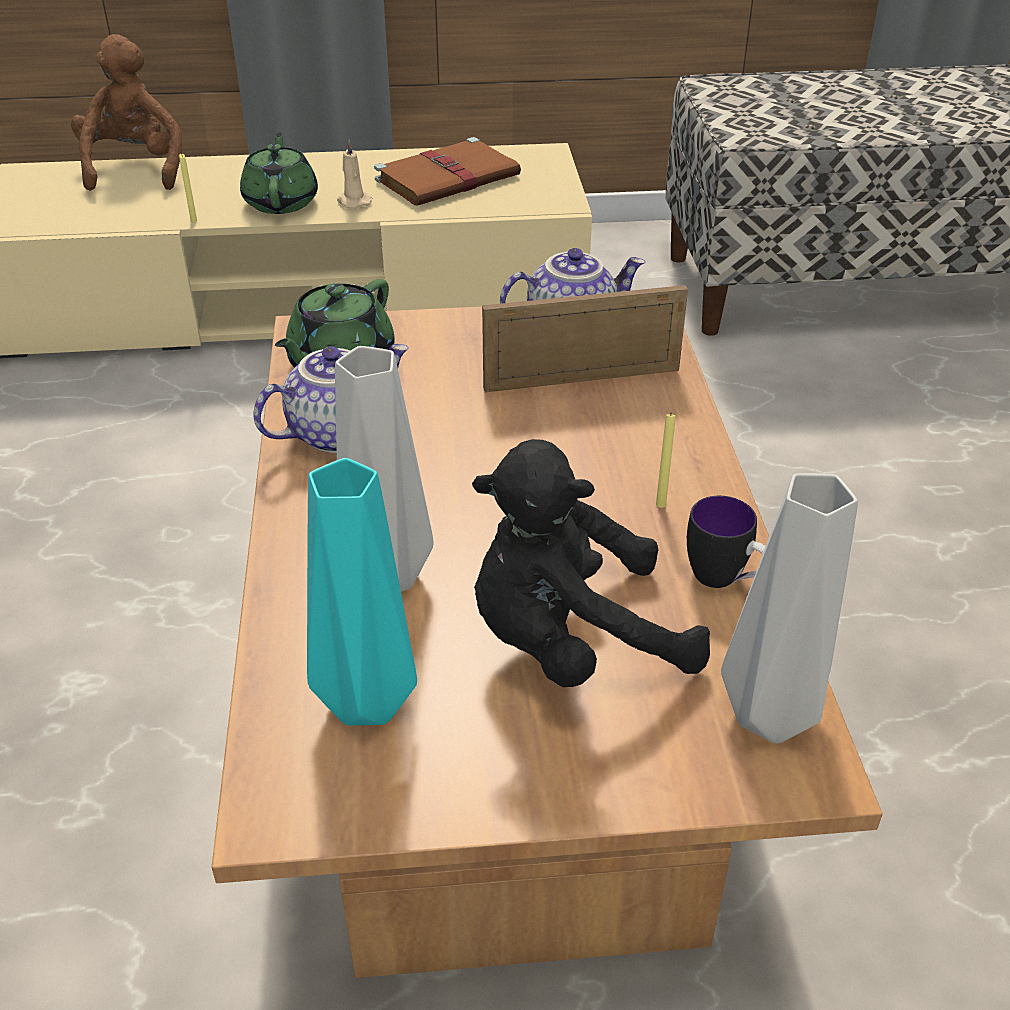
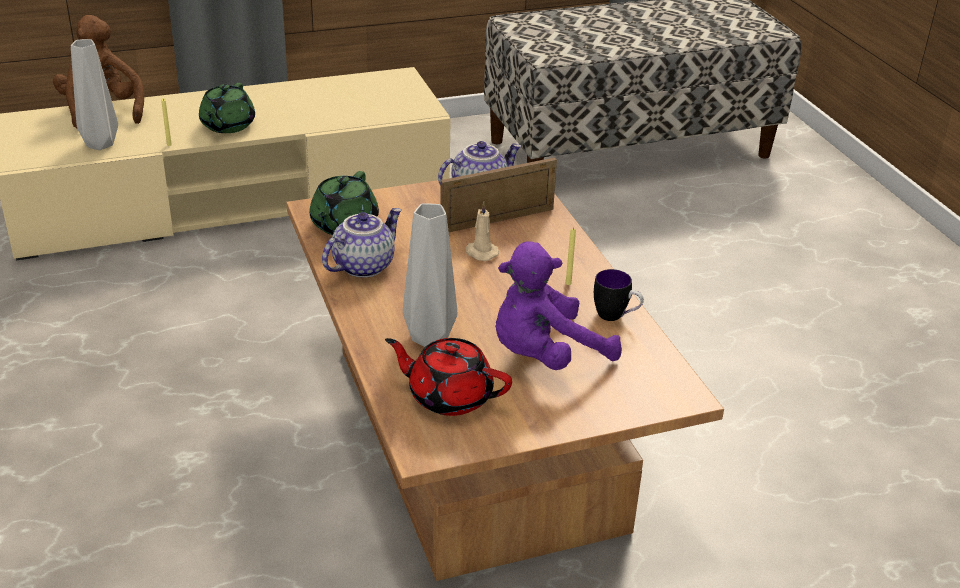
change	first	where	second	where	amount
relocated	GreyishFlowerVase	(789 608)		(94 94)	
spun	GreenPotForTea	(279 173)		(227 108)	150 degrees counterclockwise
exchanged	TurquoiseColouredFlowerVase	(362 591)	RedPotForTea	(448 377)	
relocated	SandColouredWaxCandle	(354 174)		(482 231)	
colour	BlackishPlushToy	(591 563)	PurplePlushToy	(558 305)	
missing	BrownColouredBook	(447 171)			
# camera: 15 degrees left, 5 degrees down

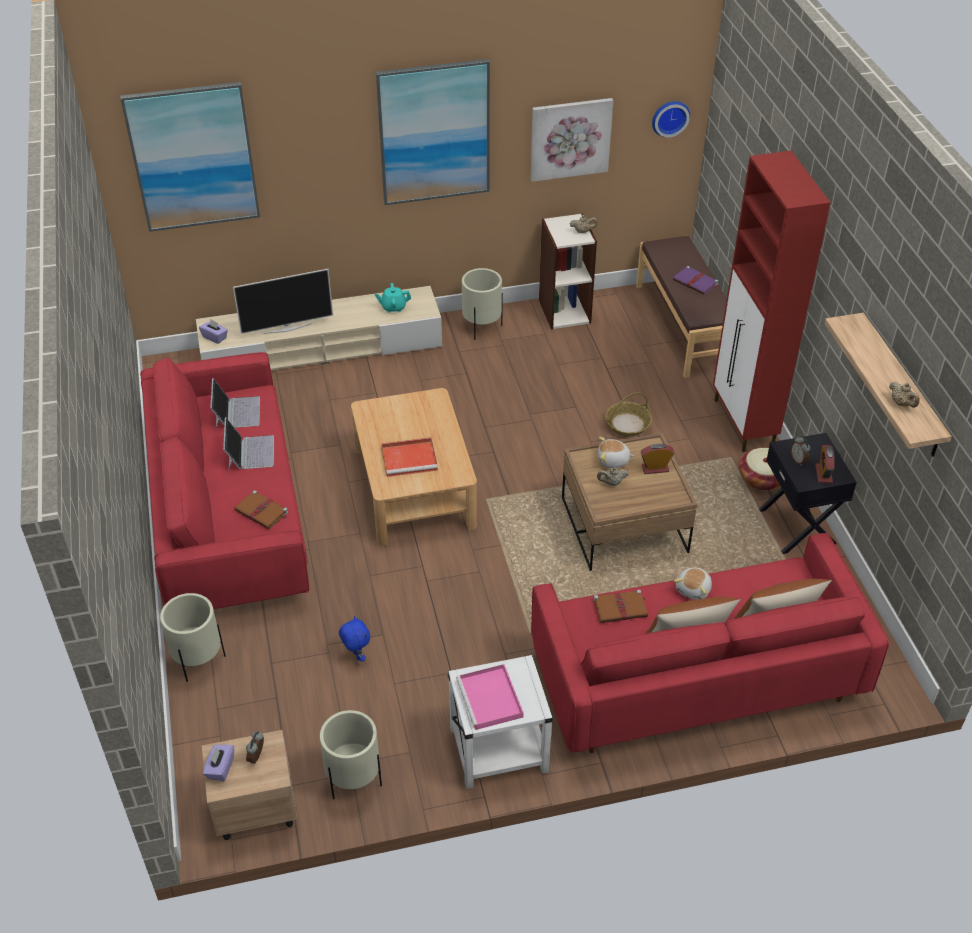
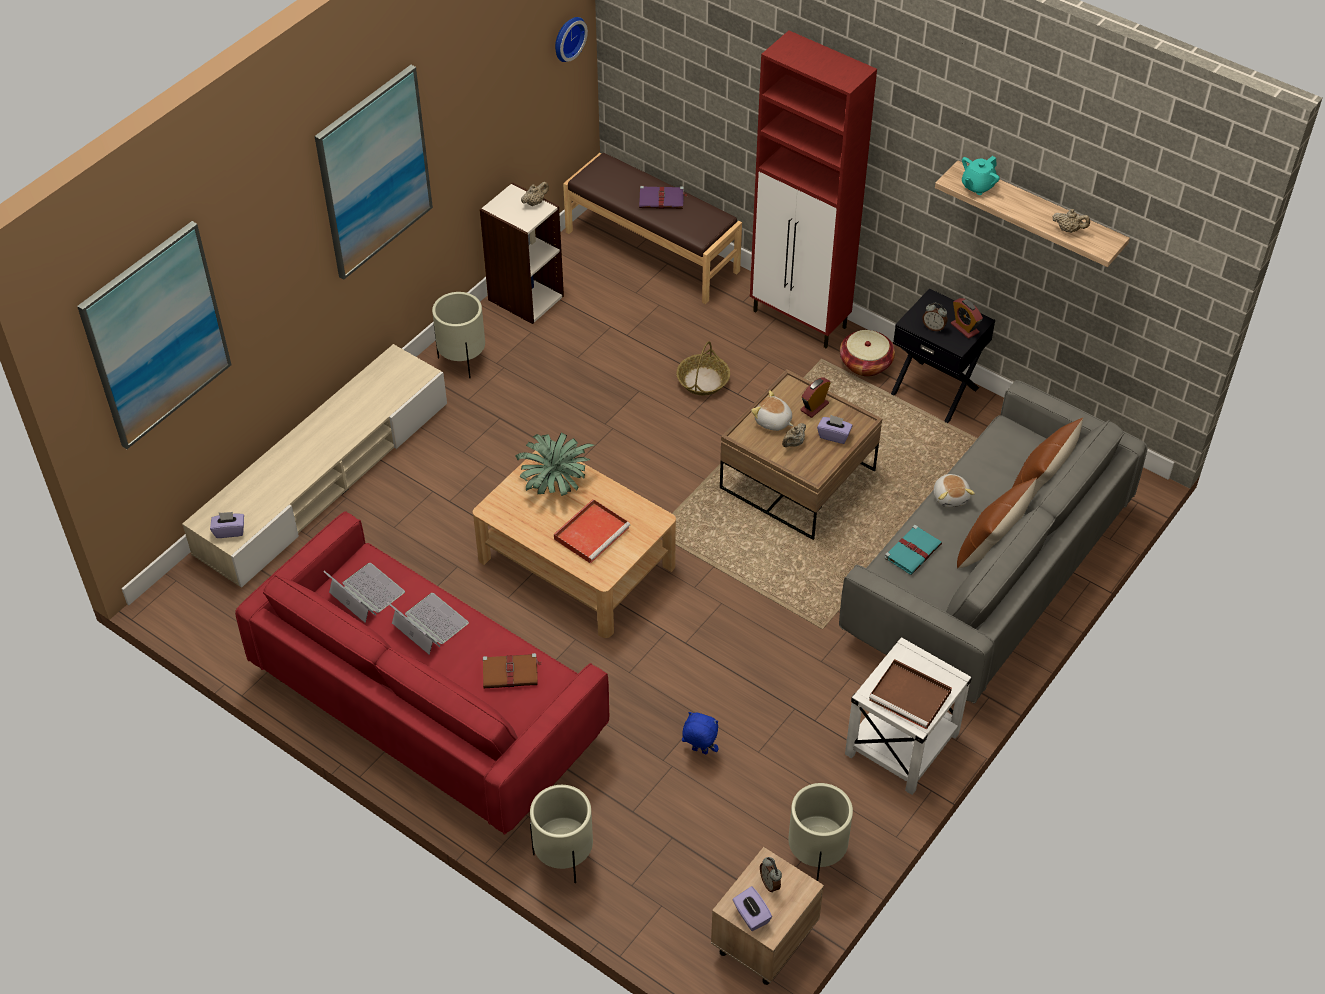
change	first	where	second	where	amount
appeared			PlantInAPot	(554 464)	
spun	PlushToy	(616 452)		(772 410)	75 degrees clockwise
appeared			PurpleTissueBox	(835 429)	
colour	RedSofa	(710 643)	GreyishSofa	(993 541)	
colour	PinkishServingTray	(490 697)	BrownColouredServingTray	(910 694)	
colour	BrownColouredBook	(621 606)	TurquoiseColouredBook	(913 550)	
relocated	TurquoiseColouredPotForTea	(393 298)		(981 175)	
missing	TvSet	(283 301)			
missing	WallArt	(572 140)			
# camera: 40 degrees left, 5 degrees up

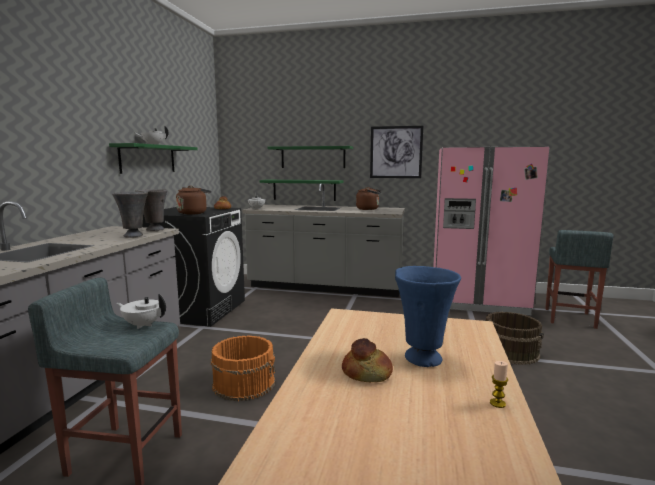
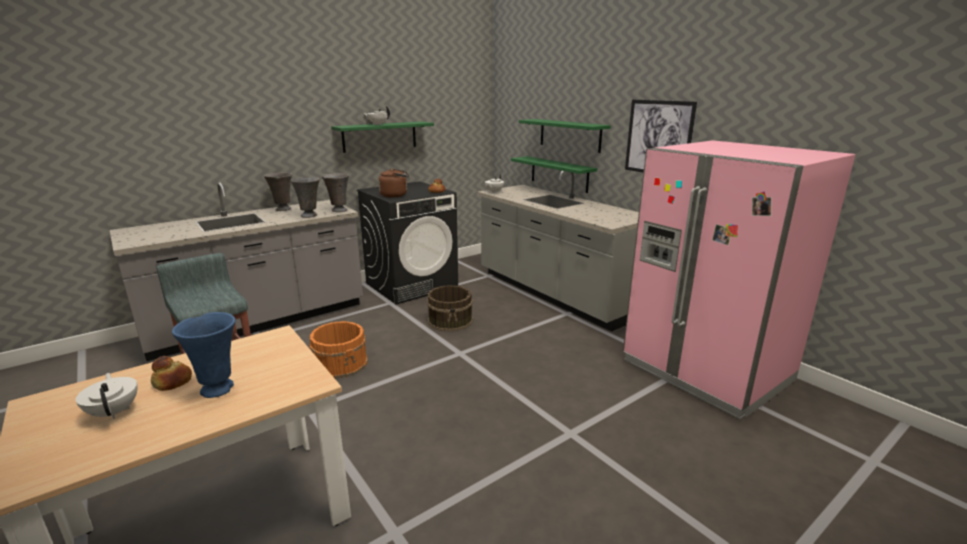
change	first	where	second	where	amount
relocated	WhitishPotForTea	(141 311)		(107 396)	
appeared			GreyishFlowerVase	(278 191)	
relocated	BrownColouredPail	(515 338)		(450 308)	
missing	BrownColouredKettle	(369 198)			
missing	WaxCandle	(499 384)			
missing	GreyishStoolSeat	(579 279)			
# camera: 40 degrees right, 10 degrees up

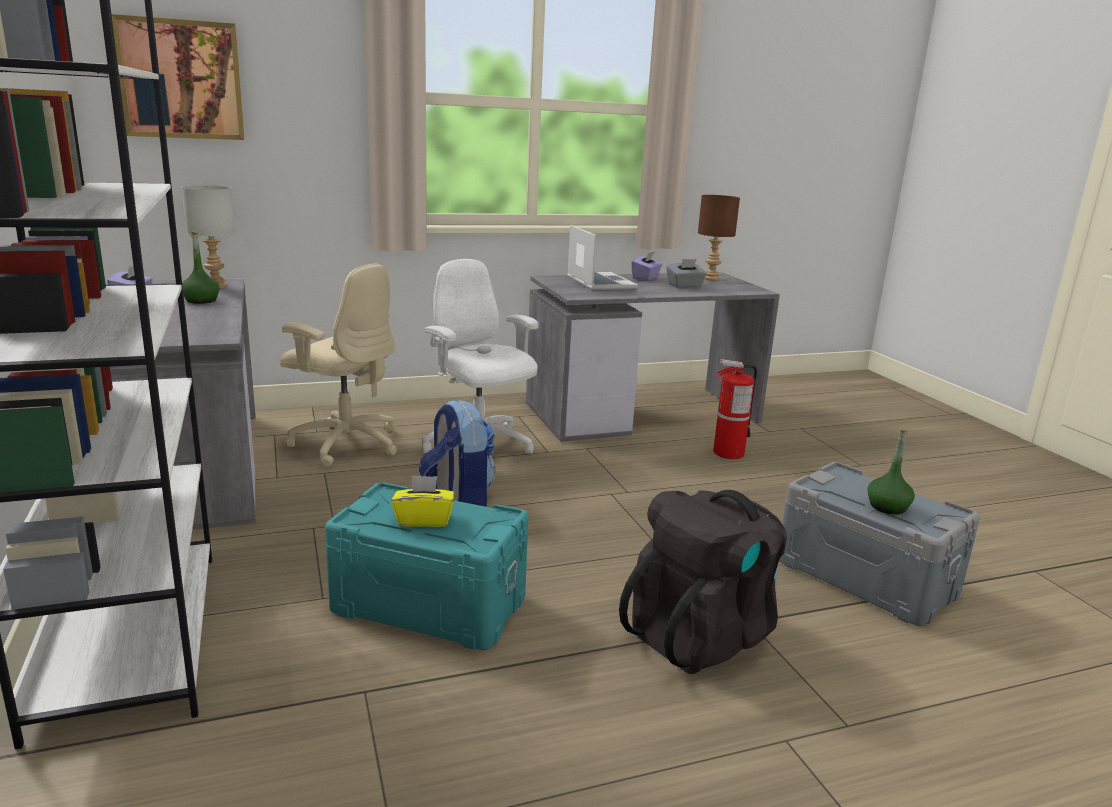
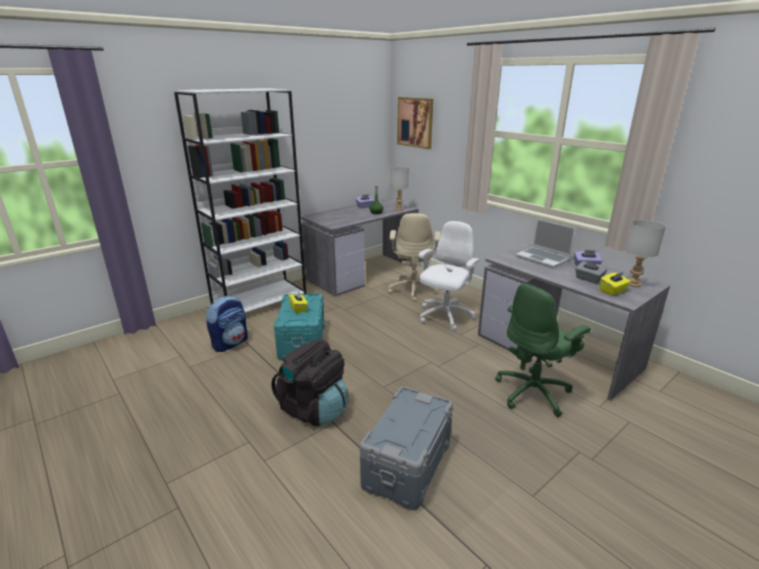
change	first	where	second	where	amount
relocated	Rucksack	(457 453)		(227 324)	
exchanged	FireExtinguisher	(735 409)	GreenDeskChair	(543 350)	
spun	NotebookComputer	(602 257)		(546 243)	90 degrees clockwise
appeared			YellowColouredTissueBox	(615 283)	
colour	BrownColouredTabletopLamp	(719 238)	GreyishTabletopLamp	(645 253)	
missing	GreenBottle	(891 471)			
# camera: 70 degrees right, 5 degrees up

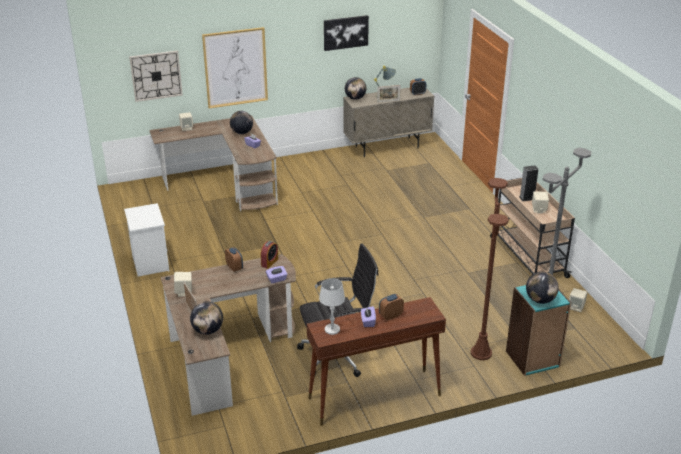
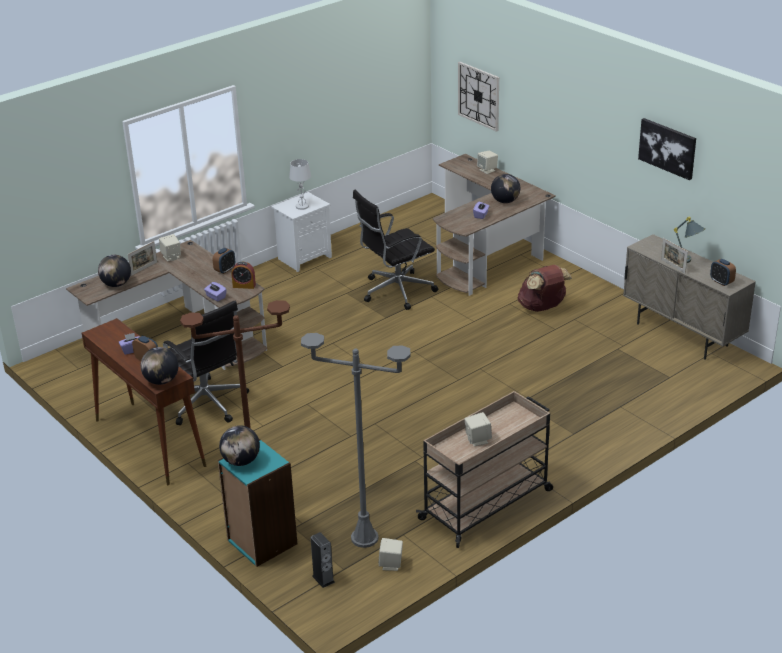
change	first	where	second	where	amount
relocated	DeskGlobe	(356 88)		(159 366)	
relocated	WhitishTabletopLamp	(332 306)		(300 184)	
relocated	Loudspeaker	(528 183)		(323 560)	
appeared			BlackishDeskChair	(395 250)	
appeared			BrownColouredRucksack	(544 288)	
missing	WallArt	(235 68)			
# camera: 70 degrees right, 0 degrees up

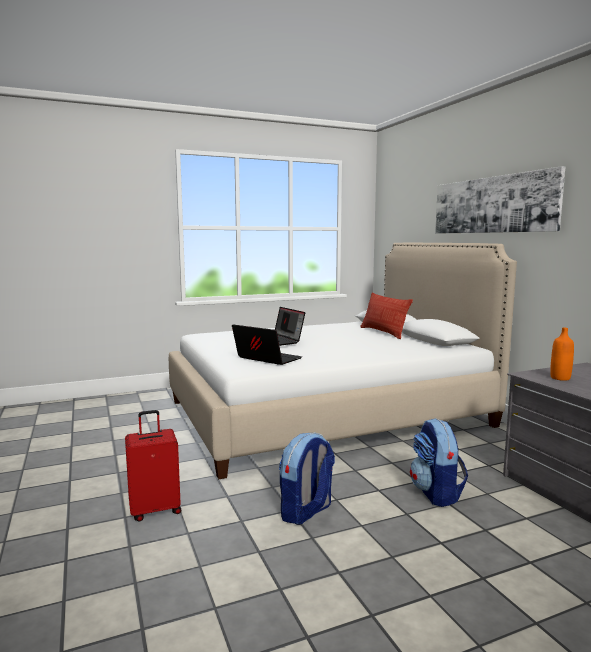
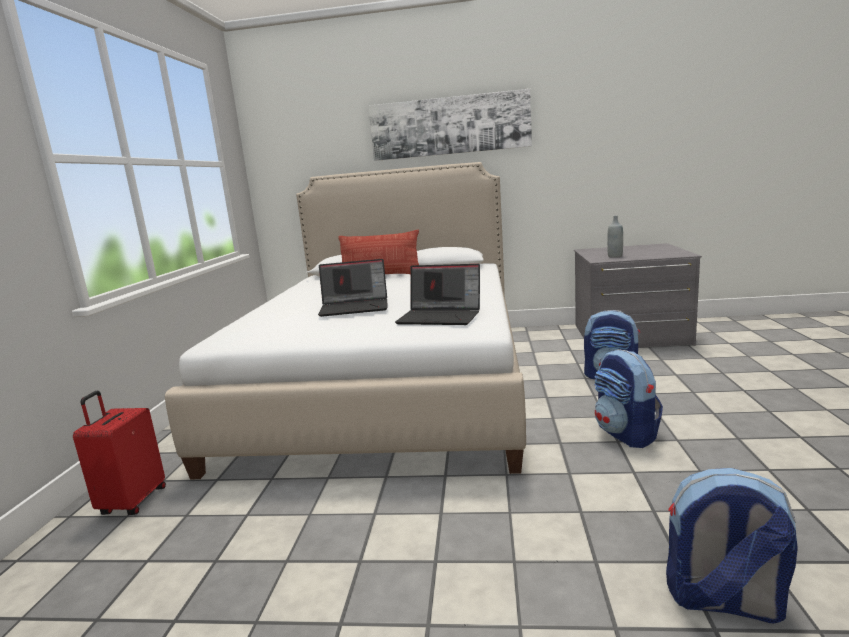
change	first	where	second	where	amount
relocated	RedPieceOfLuggage	(153 466)		(119 452)	
spun	NotebookComputer	(267 344)		(437 294)	135 degrees counterclockwise
colour	OrangeyBottle	(562 354)	GreyishBottle	(615 237)	
appeared			Rucksack	(732 545)	
# camera: 60 degrees left, 5 degrees up

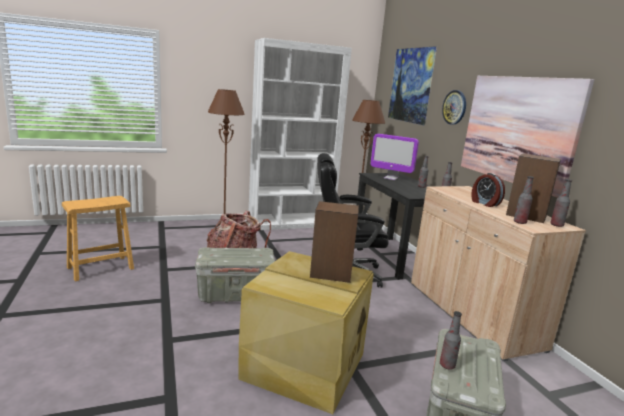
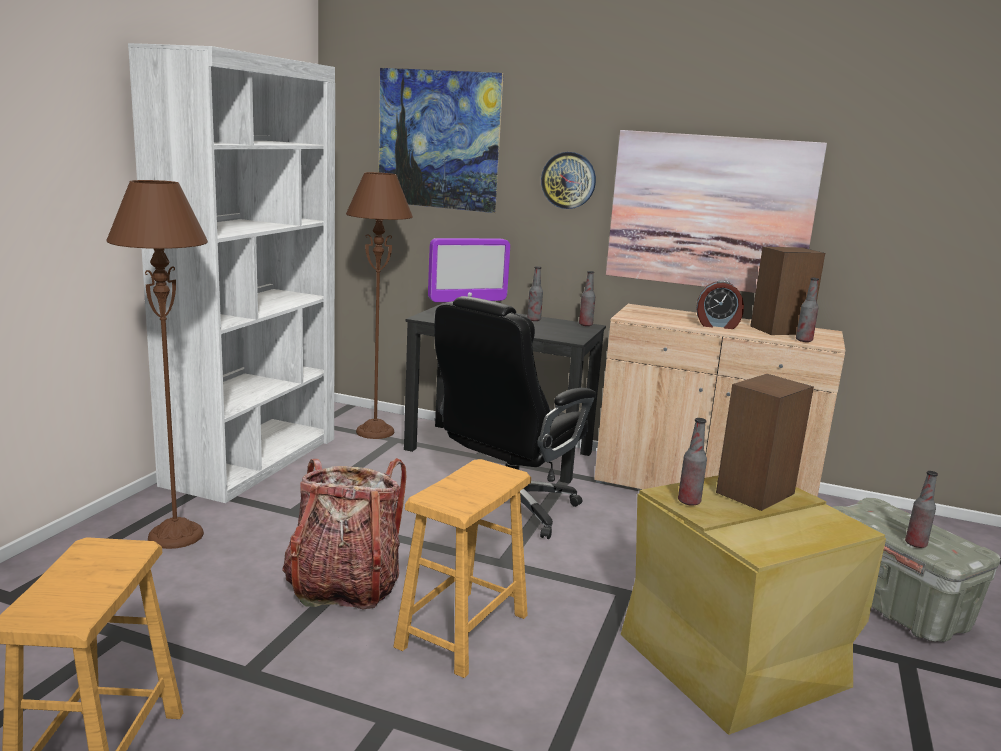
change	first	where	second	where	amount
exchanged	GreyishStorageBox	(235 275)	BrownColouredStoolSeat	(462 568)	
relocated	Bottle	(561 203)		(692 462)	
# camera: 50 degrees left, 0 degrees up

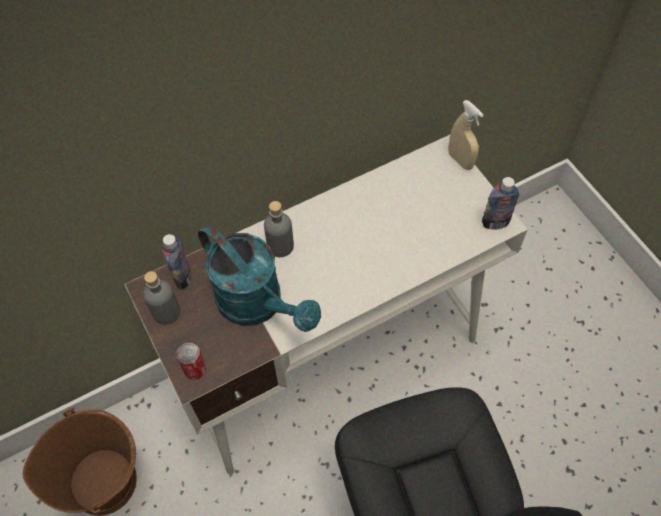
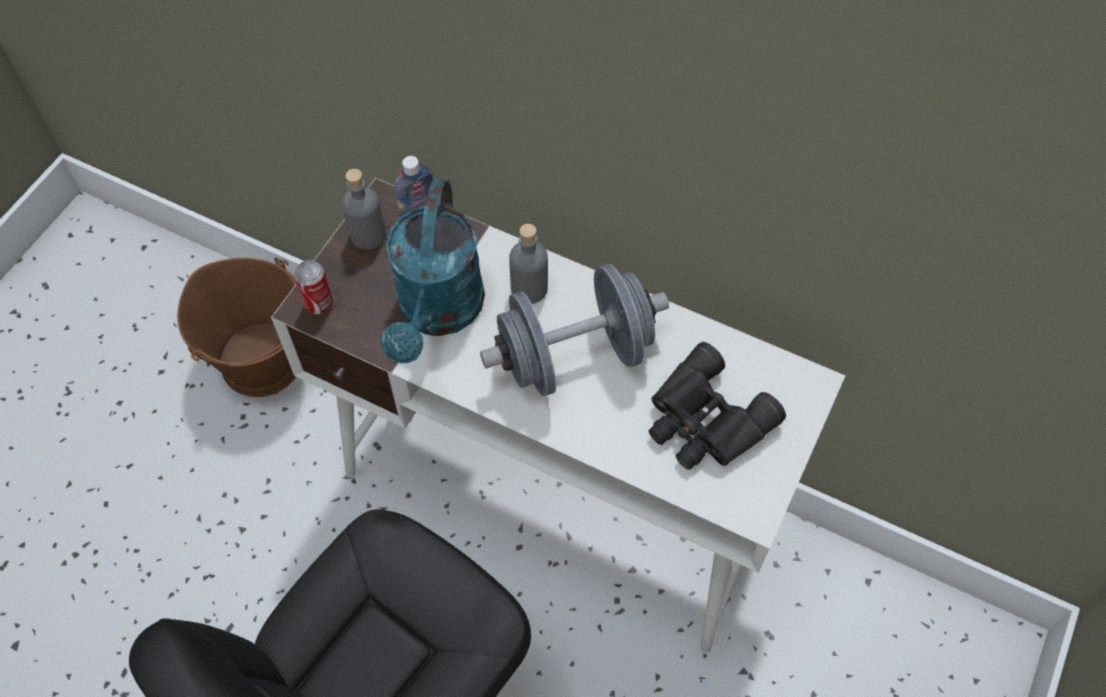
change	first	where	second	where	amount
appeared			GreyishHandWeight	(574 330)	
appeared			BlackishFieldGlasses	(717 406)	
missing	SandColouredHandSprayer	(466 135)			
missing	Bottle	(501 203)			
# camera: 55 degrees right, 0 degrees up

